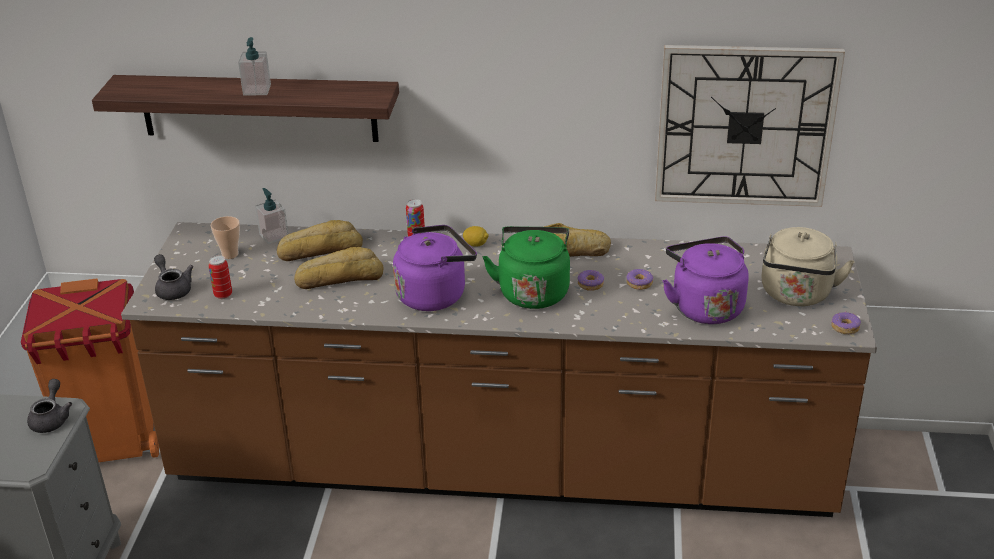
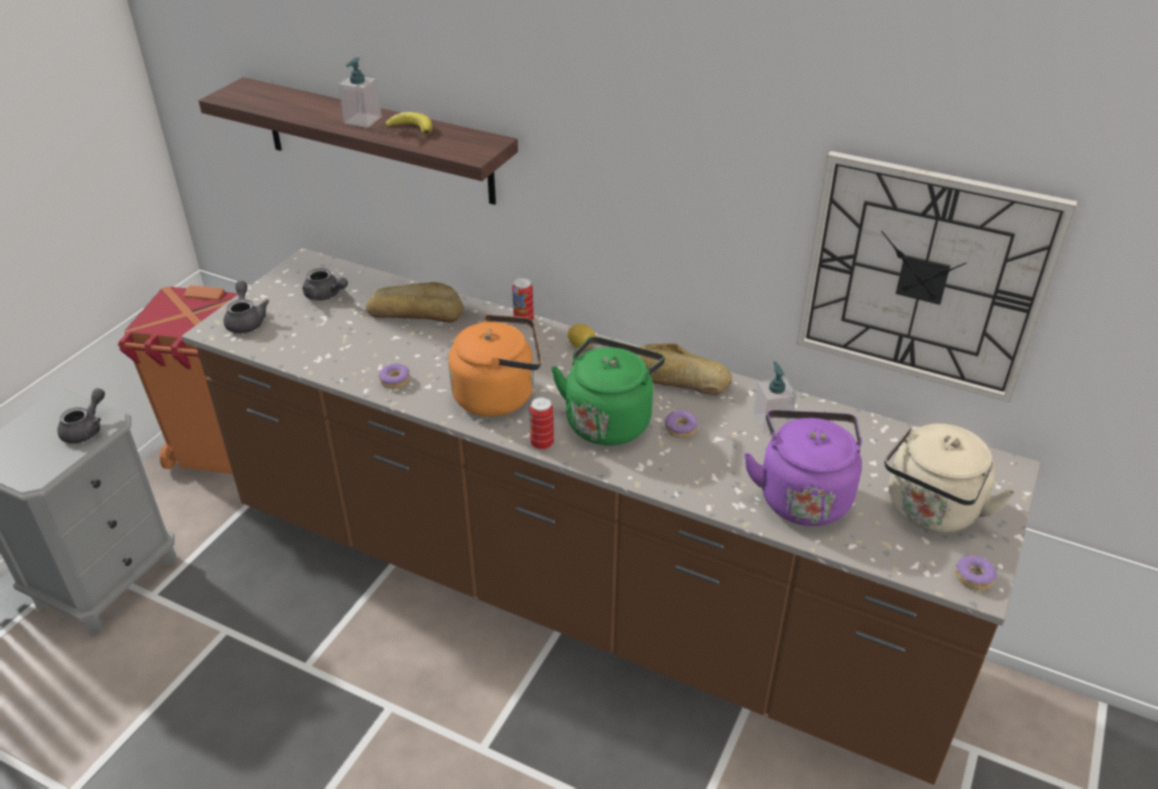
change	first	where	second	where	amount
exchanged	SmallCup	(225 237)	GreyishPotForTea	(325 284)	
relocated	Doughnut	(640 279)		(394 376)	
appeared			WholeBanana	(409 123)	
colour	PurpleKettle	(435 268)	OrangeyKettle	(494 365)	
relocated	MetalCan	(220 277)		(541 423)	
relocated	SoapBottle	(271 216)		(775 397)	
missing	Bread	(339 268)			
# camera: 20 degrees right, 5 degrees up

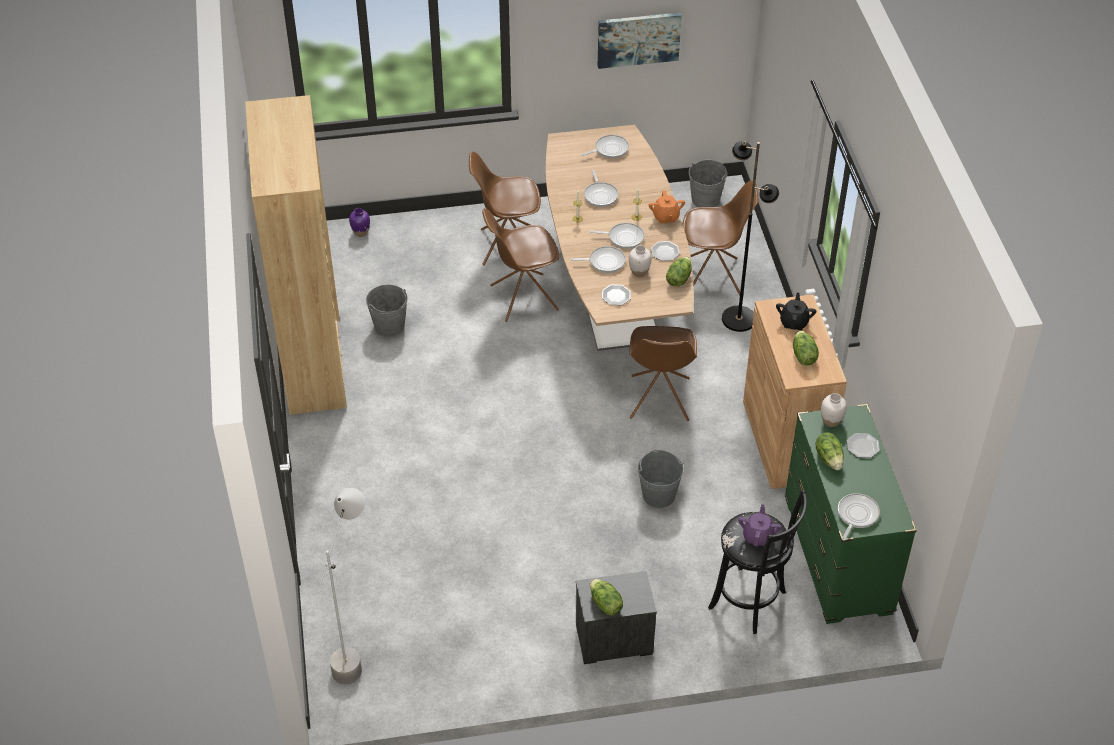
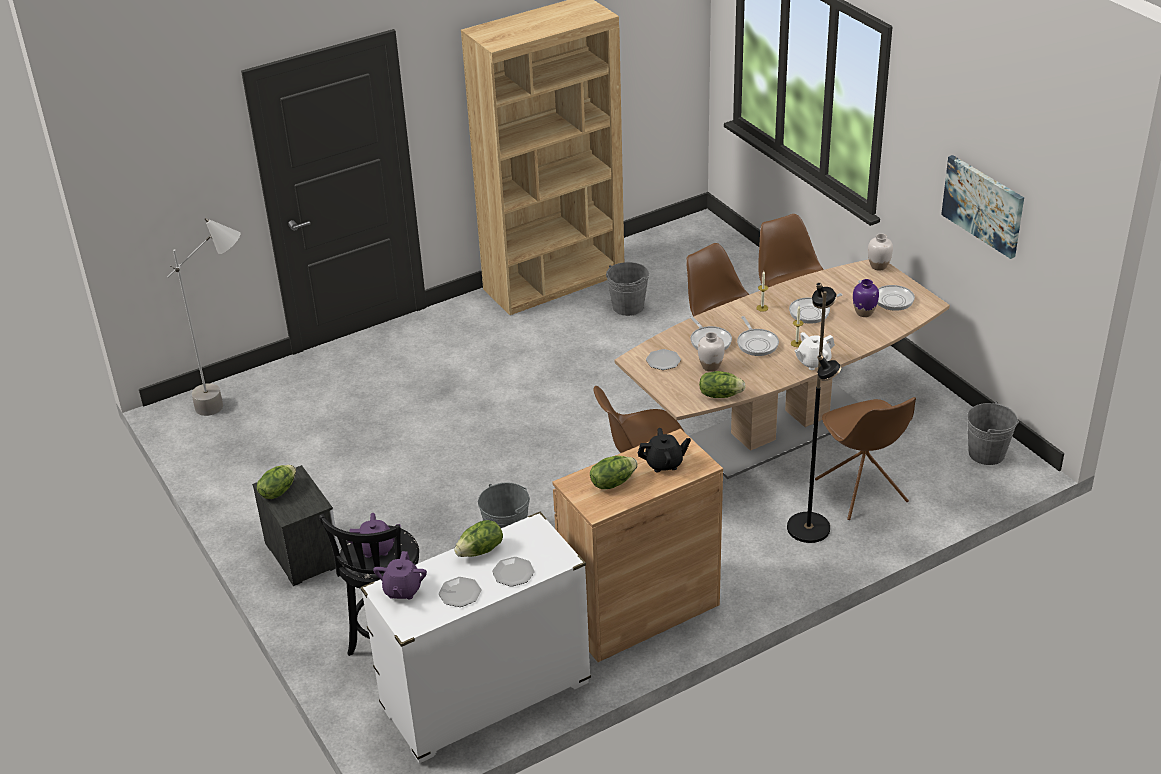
change	first	where	second	where	amount
colour	GreenChestOfDrawers	(851 514)	WhitishChestOfDrawers	(475 637)	
exchanged	FryingPan	(859 517)	PurplePotForTea	(400 575)	
relocated	Plate	(665 251)		(460 592)	
colour	OrangeyPotForTea	(667 207)	WhitishPotForTea	(814 351)	
relocated	PurpleFlowerVase	(359 222)		(866 298)	
relocated	WhitishFlowerVase	(834 410)		(880 252)	
# camera: 70 degrees right, 10 degrees down

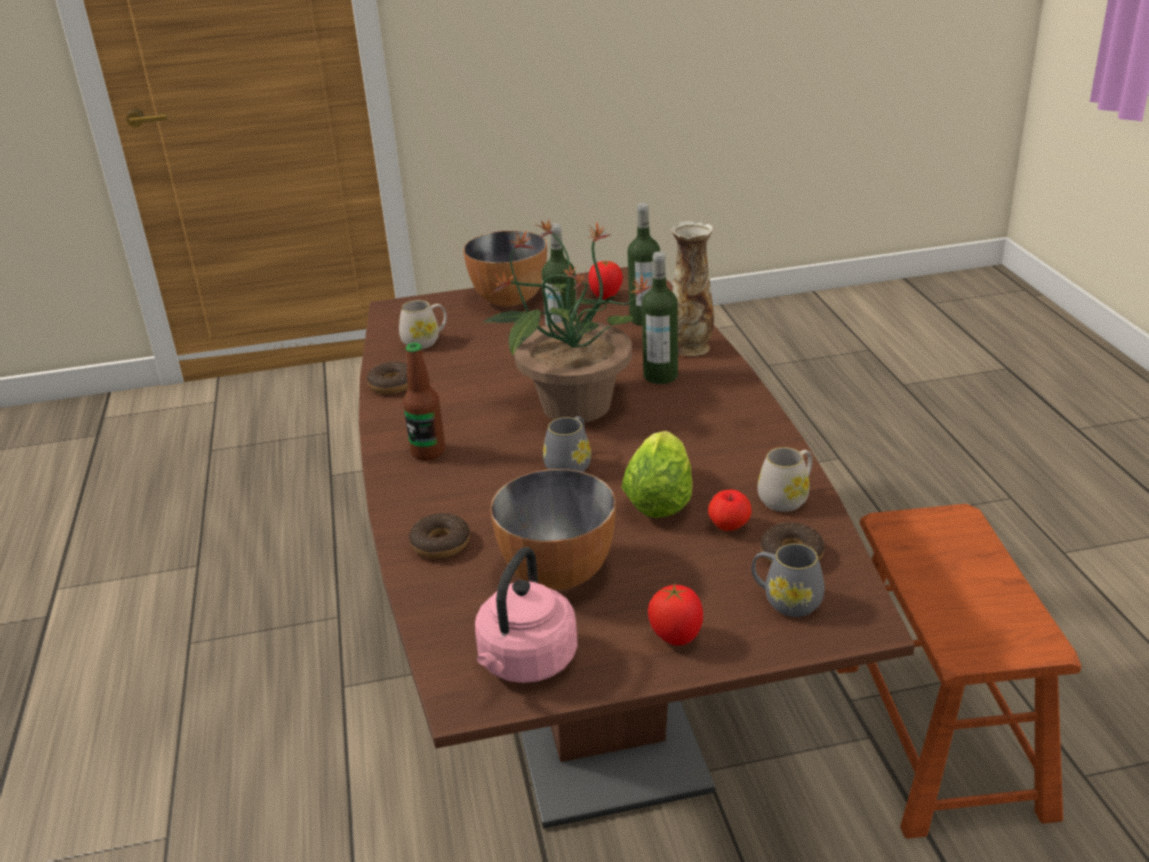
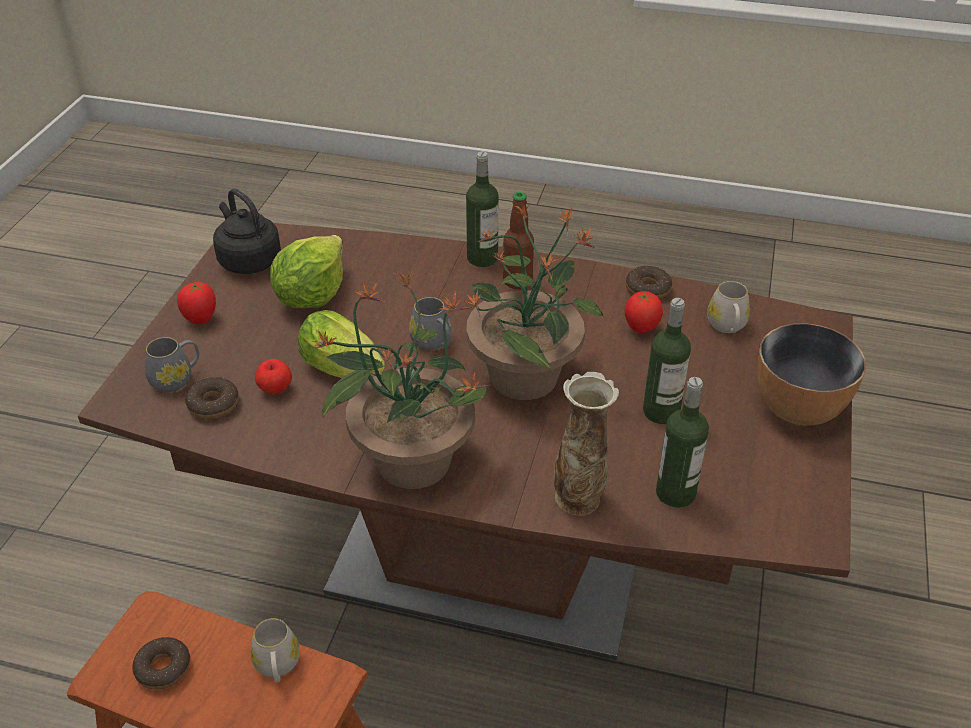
change	first	where	second	where	amount
relocated	Doughnut	(439 536)		(161 663)	
colour	PinkishKettle	(526 615)	BlackishKettle	(247 231)	
relocated	WhitishTeaMug	(785 479)		(275 650)	
exchanged	ServingBowl	(553 529)	LettuceHead	(306 272)	
appeared			PlantInAPot	(400 380)	
relocated	Bottle	(660 318)		(482 209)	
relocated	WholeTomato	(606 279)		(644 312)	
# camera: 115 degrees right, 10 degrees up

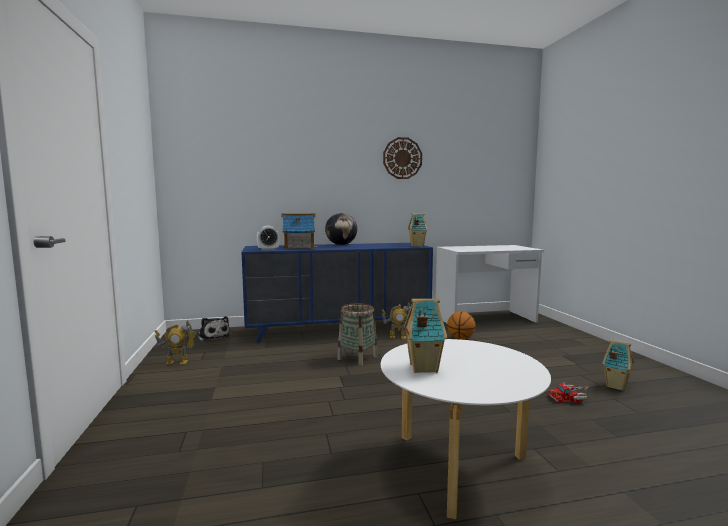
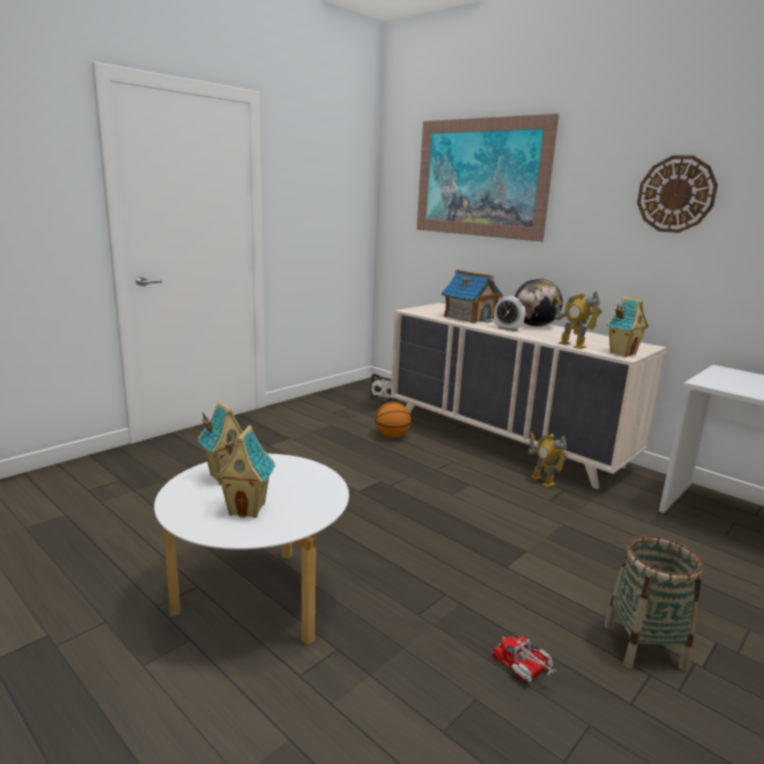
change	first	where	second	where	amount
relocated	ToyHouse	(618 365)		(245 471)	
relocated	BallForBasketball	(461 325)		(393 420)	
colour	BlueChestOfDrawers	(337 292)	SandColouredChestOfDrawers	(529 396)	
appeared			WallArt	(488 178)	
relocated	TableClock	(268 238)		(510 313)	
relocated	RobotFigure	(175 342)		(578 320)	
relocated	HouseholdBasket	(357 334)		(653 603)	
# camera: 55 degrees right, 10 degrees up

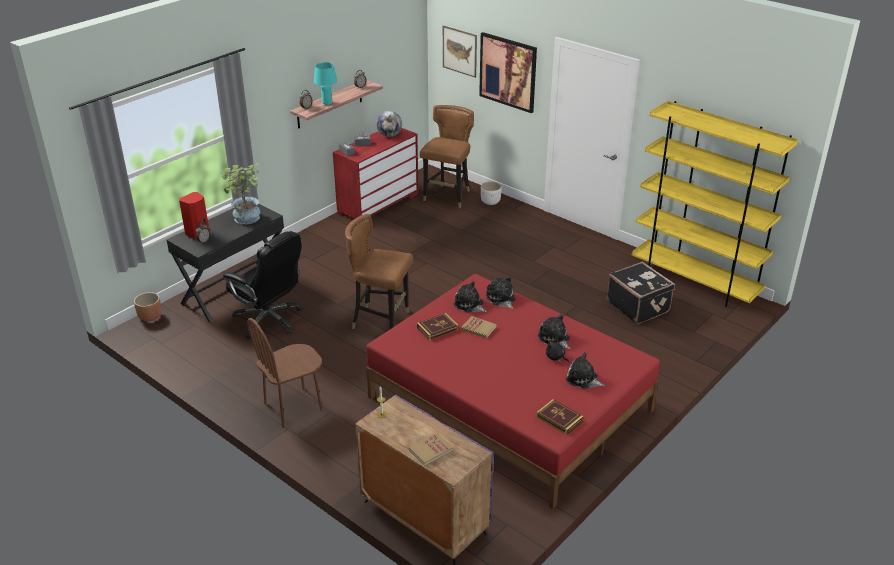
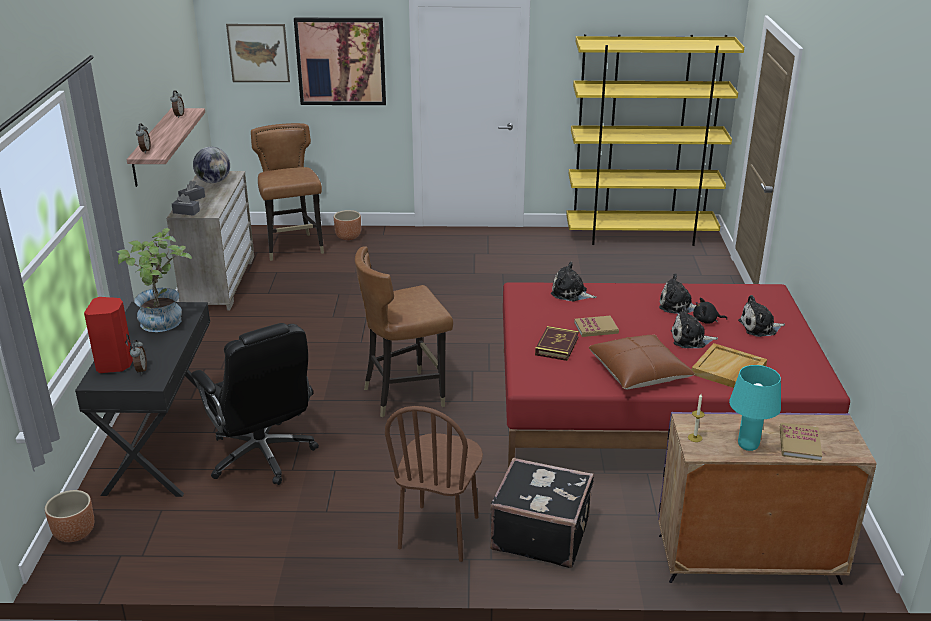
change	first	where	second	where	amount
colour	RedChestOfDrawers	(376 173)	SandColouredChestOfDrawers	(210 240)	
spun	BlackishDeskChair	(262 285)		(255 404)	60 degrees clockwise
colour	WhitishPlanter	(491 193)	BrownColouredPlanter	(347 225)	
relocated	BlackishPieceOfLuggage	(640 293)		(542 513)	
appeared			BrownColouredPillow	(642 362)	
relocated	PlushToy	(470 297)		(694 327)	
appeared			SandColouredServingTray	(729 365)	
relocated	TurquoiseColouredTabletopLamp	(325 83)		(755 408)	
missing	Book	(560 417)			
# camera: 40 degrees left, 5 degrees down

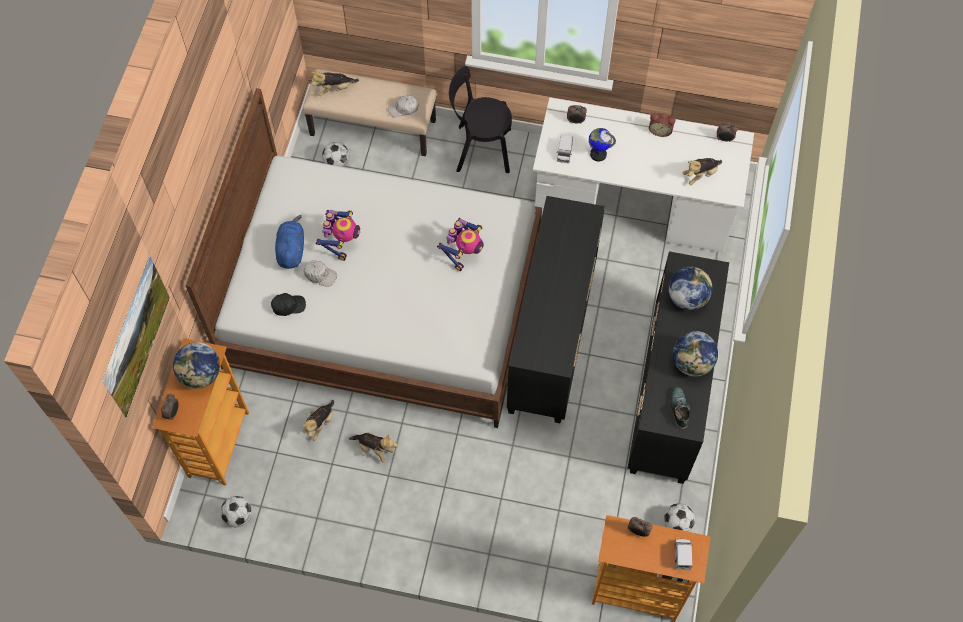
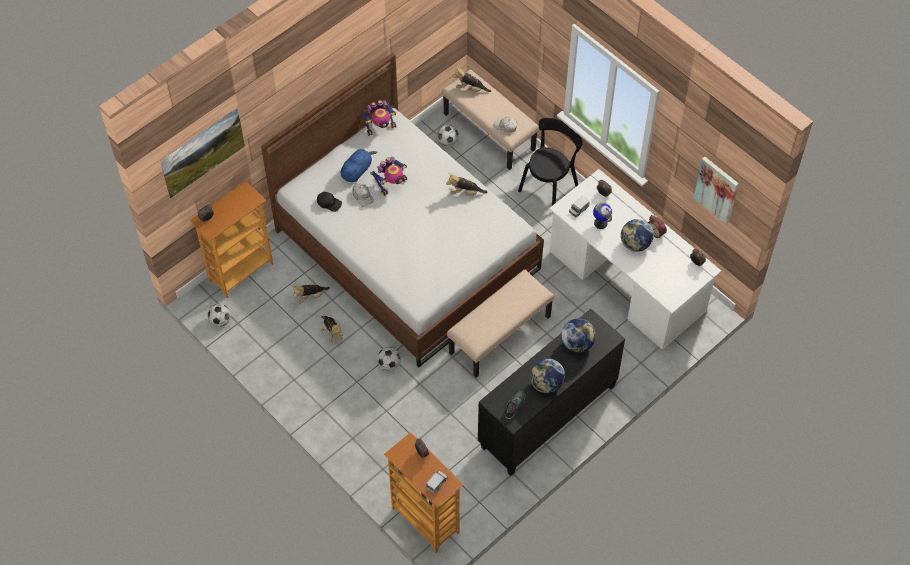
change	first	where	second	where	amount
relocated	RobotFigure	(460 244)		(379 118)	
relocated	FootballBall	(679 517)		(389 359)	
relocated	PlushToy	(702 171)		(466 184)	
exchanged	BlackishChestOfDrawers	(556 309)	SandColouredLongSeat	(500 323)	
spun	BlackishChair	(480 119)		(550 165)	90 degrees clockwise
relocated	DeskGlobe	(196 365)		(637 235)	
appeared			WallArt	(716 191)	
# camera: 35 degrees right, 5 degrees down

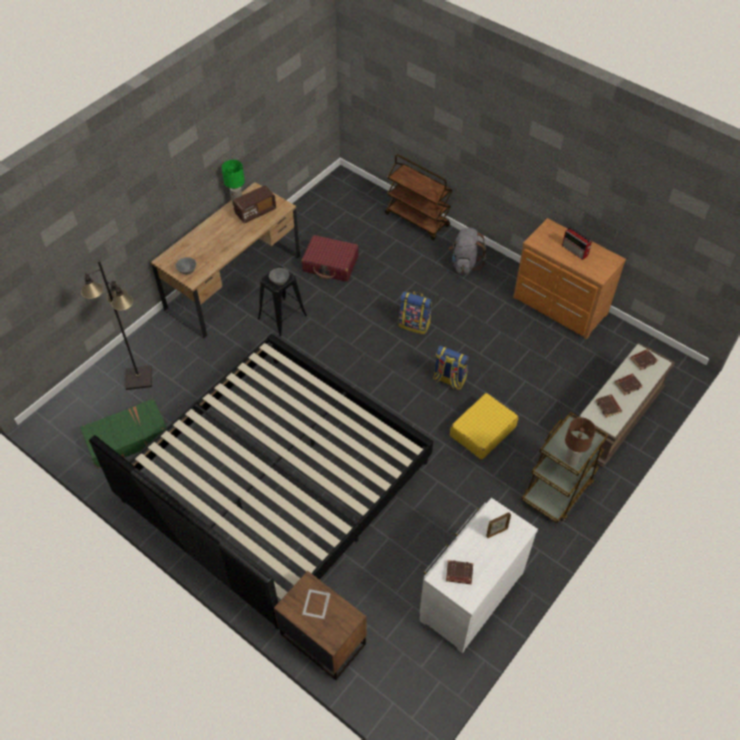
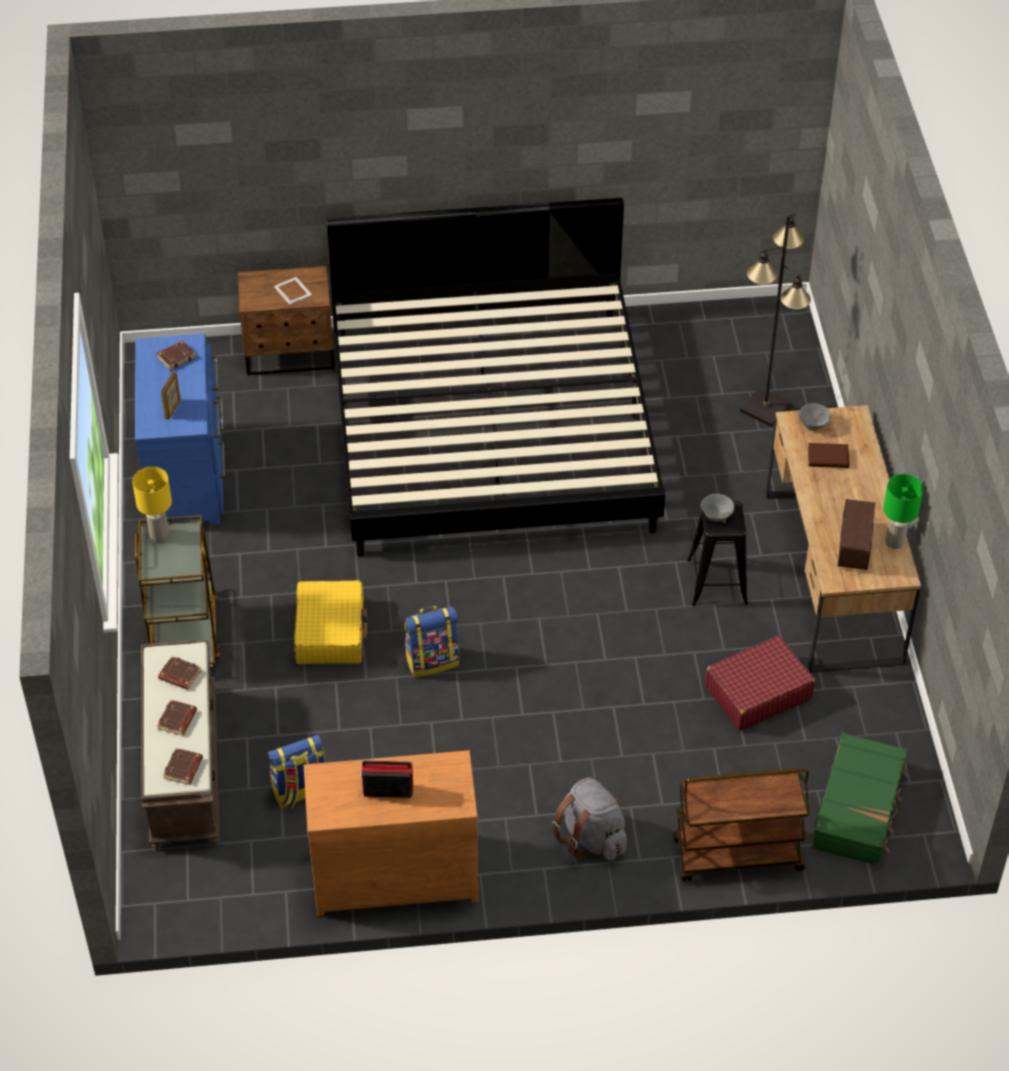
change	first	where	second	where	amount
colour	BrownColouredTabletopLamp	(580 441)	YellowColouredTabletopLamp	(152 504)	
colour	WhitishChestOfDrawers	(479 575)	BlueChestOfDrawers	(180 429)	
relocated	Rucksack	(415 312)		(296 771)	
appeared			BrownColouredBook	(829 455)	
relocated	GreenPieceOfLuggage	(123 433)		(859 799)	
# camera: 135 degrees right, 5 degrees down

